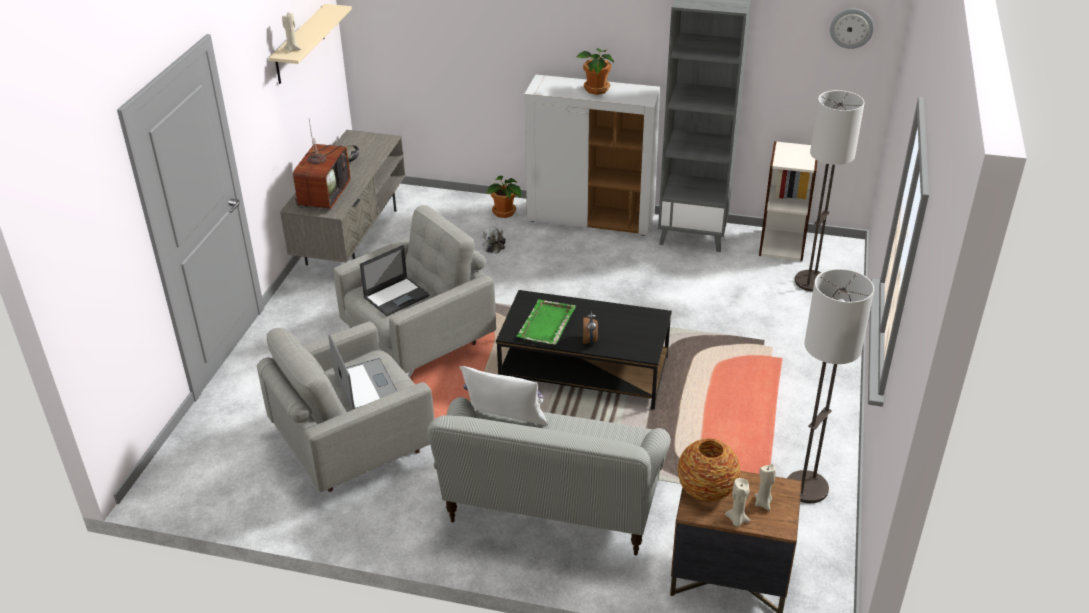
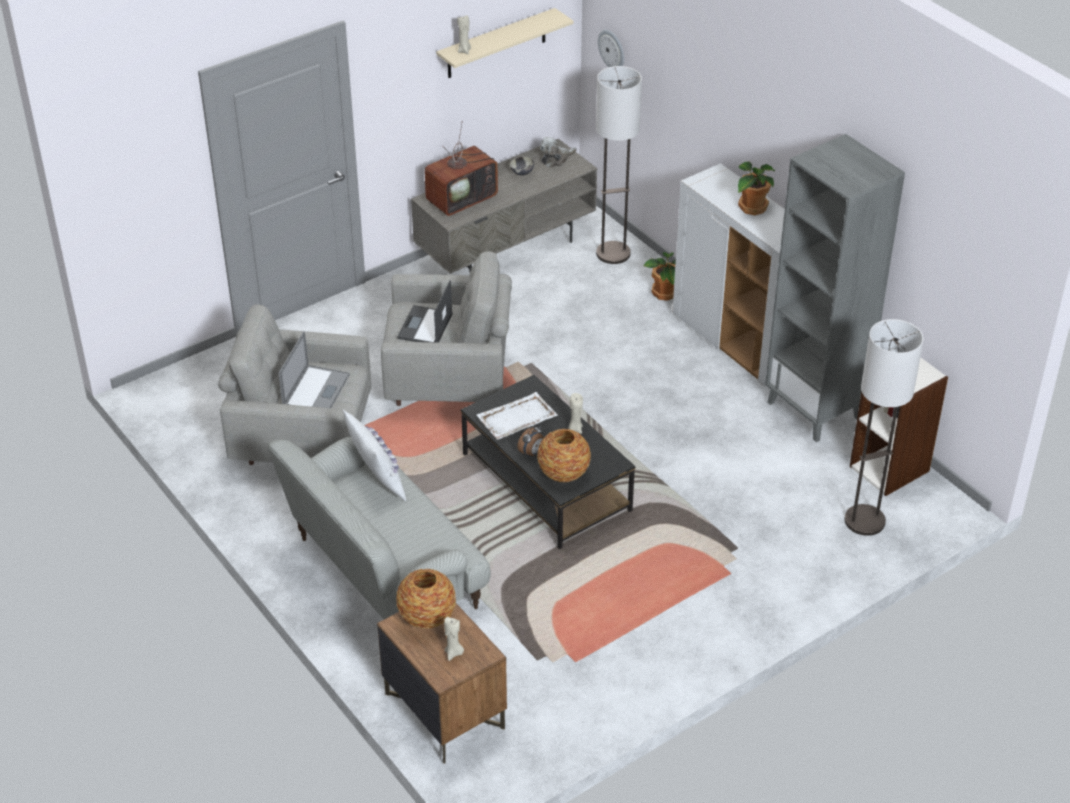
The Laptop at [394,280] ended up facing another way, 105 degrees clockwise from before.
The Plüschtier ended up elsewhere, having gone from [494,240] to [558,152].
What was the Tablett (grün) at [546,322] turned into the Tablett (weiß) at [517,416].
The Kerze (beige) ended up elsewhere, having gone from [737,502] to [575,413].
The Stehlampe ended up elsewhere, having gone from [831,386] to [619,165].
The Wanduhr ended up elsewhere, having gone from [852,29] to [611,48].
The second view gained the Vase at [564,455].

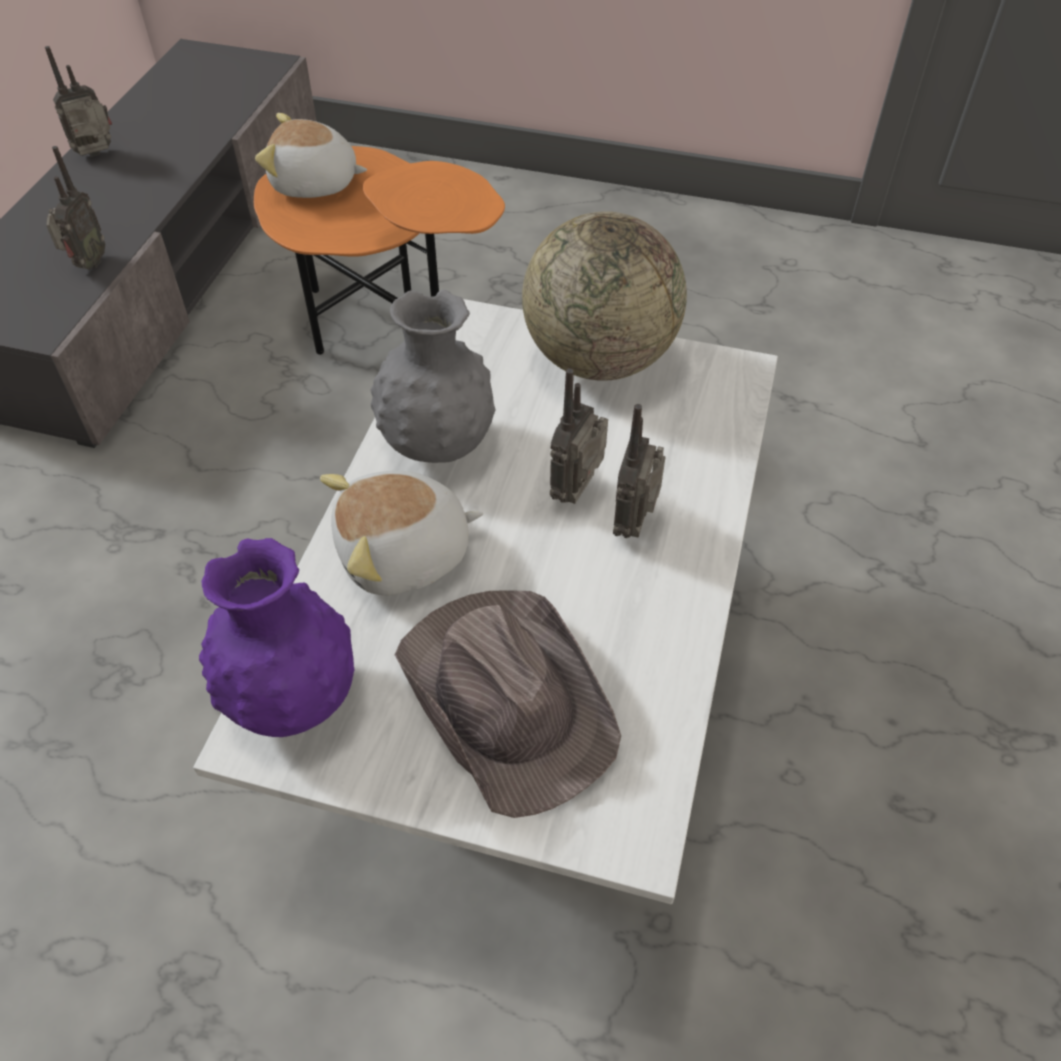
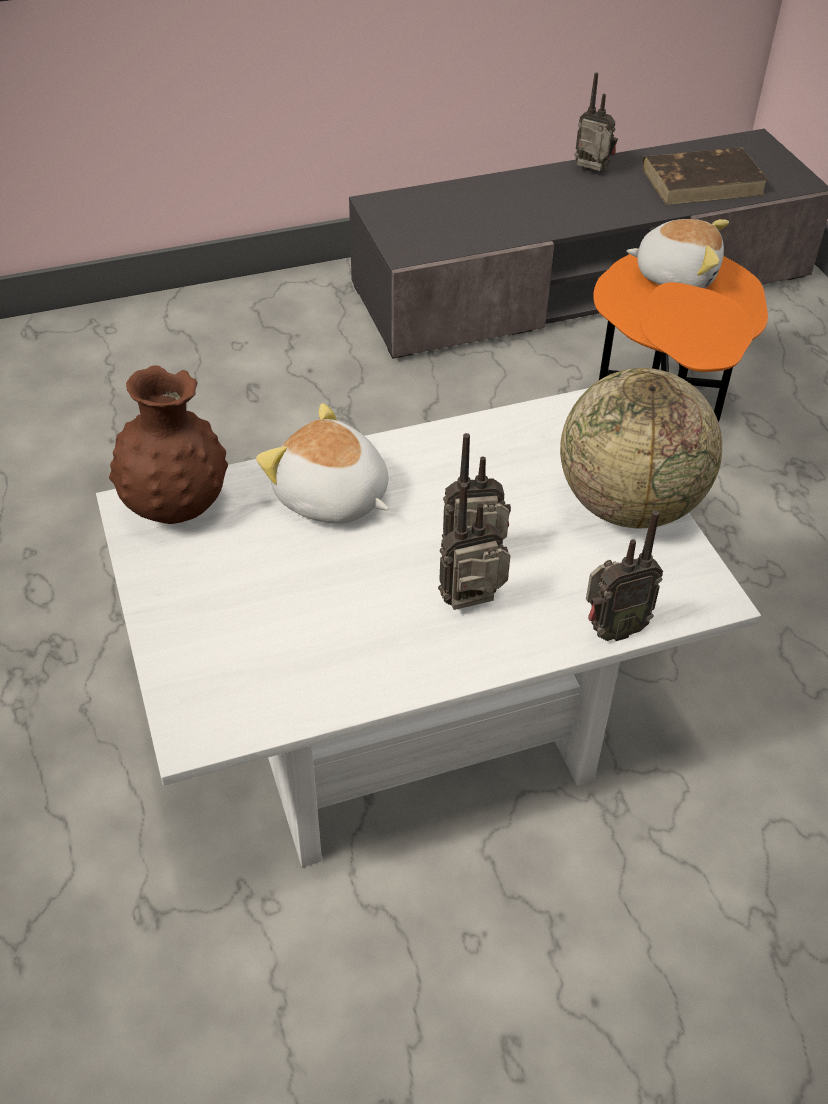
The Radio ended up elsewhere, having gone from [75,208] to [624,575].
What was the Vase (lila) at [277,637] turned into the Vase (braun) at [168,444].
The Plüschtier at [311,155] ended up facing another way, 135 degrees clockwise from before.
The second view lost the Vase (grau) at [432,376].
The second view lost the Hut (braun) at [508,704].
The second view gained the Buch (braun) at [705,176].

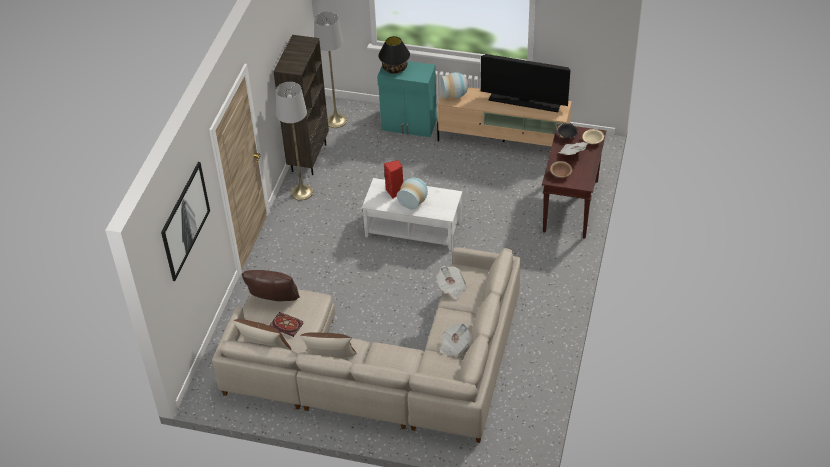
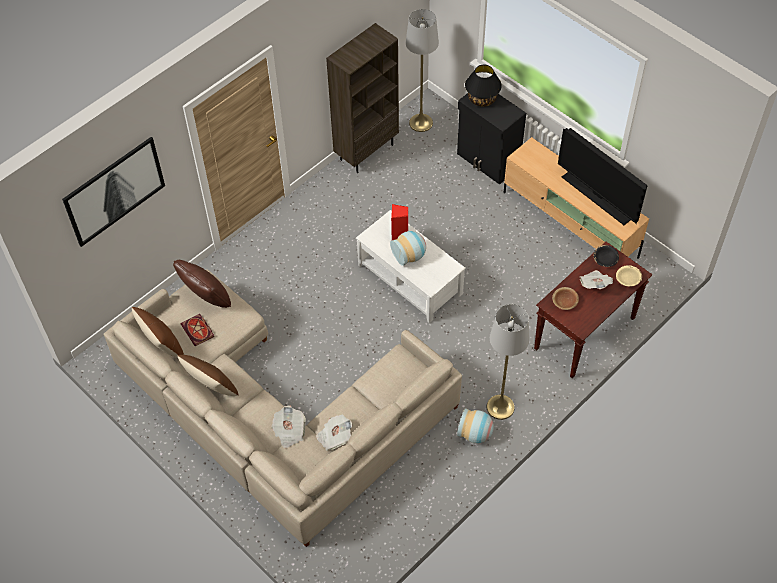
The Stehlampe (grau) ended up elsewhere, having gone from [294,141] to [508,362].
What was the Schrank (türkis) at [407,99] turned into the Schrank (schwarz) at [491,139].
The Zeitung ended up elsewhere, having gone from [451,282] to [288,427].
The Vase ended up elsewhere, having gone from [454,85] to [475,425].

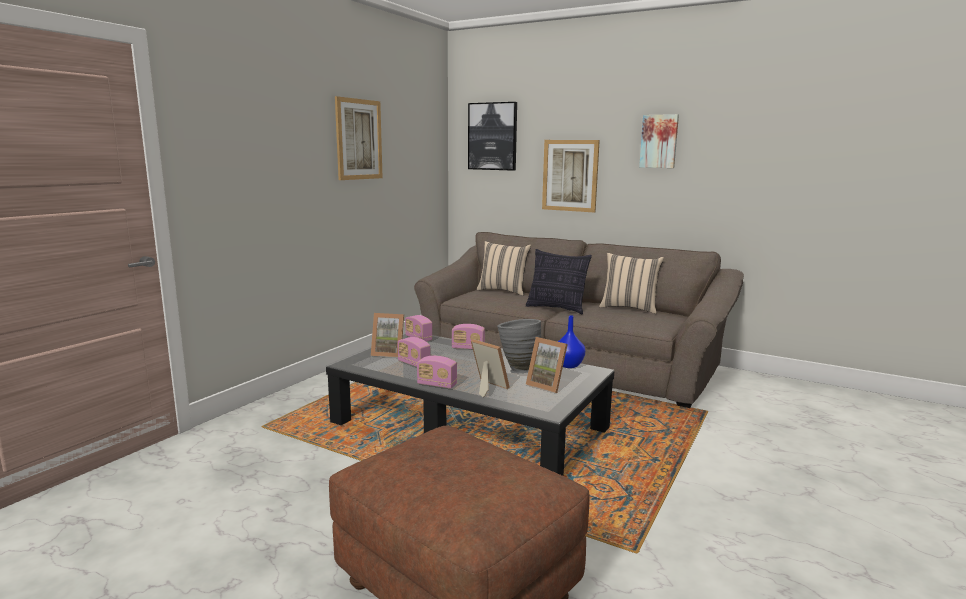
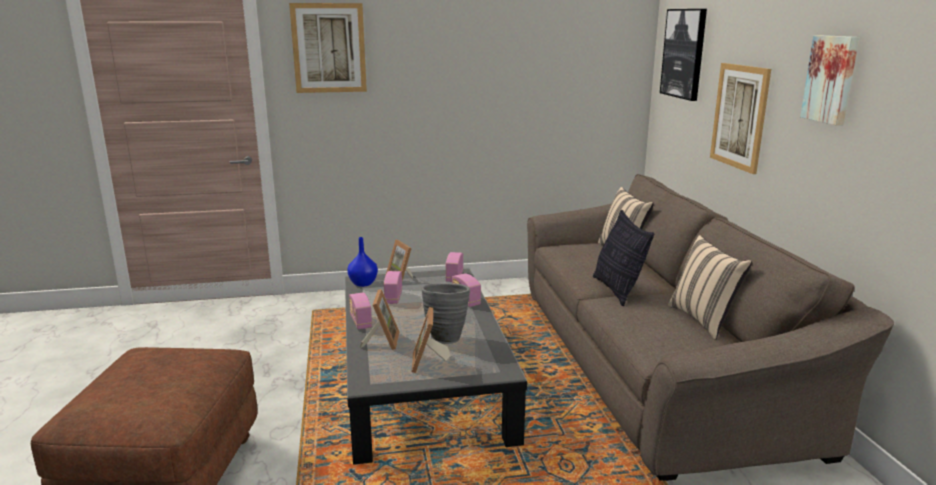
The Bild ended up elsewhere, having gone from [359,138] to [328,48].
The Vase (blau) ended up elsewhere, having gone from [571,341] to [362,262].

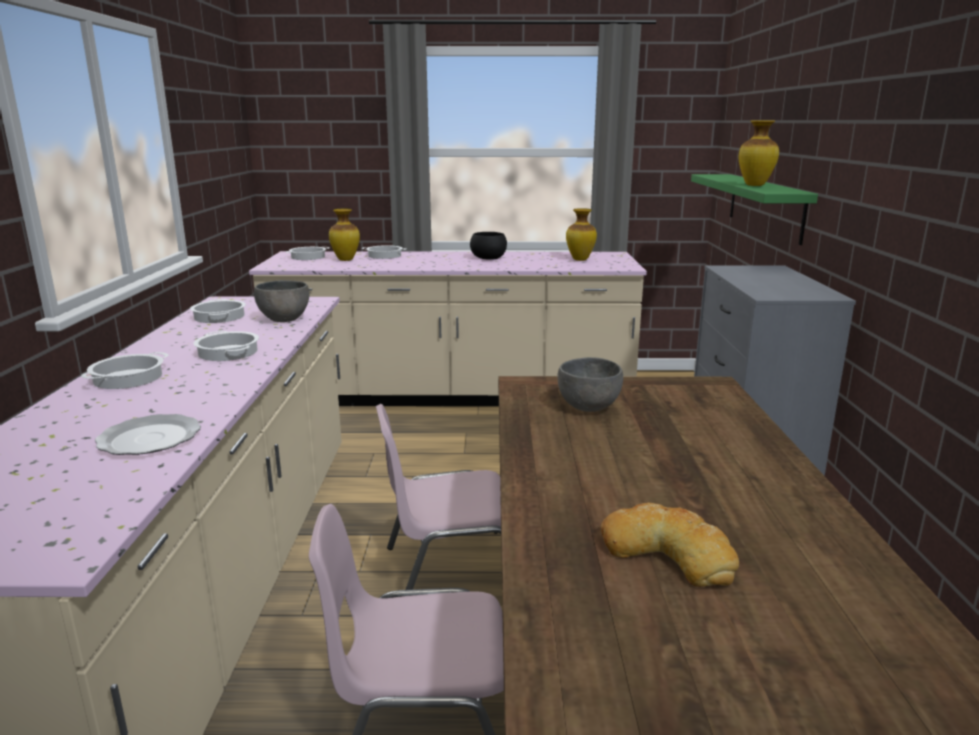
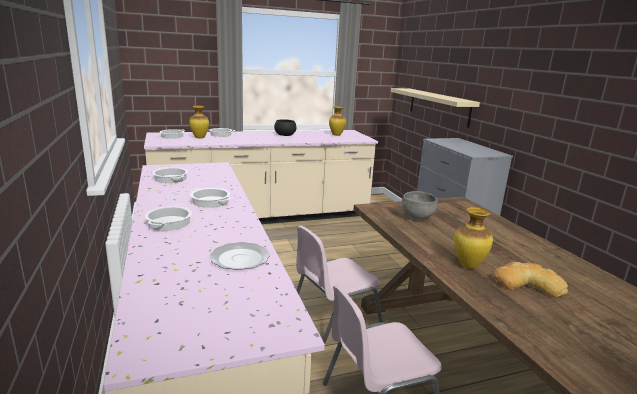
The second view lost the Schüssel (grau) at [282,301].
What was the Wandregal (grün) at [754,209] turned into the Wandregal (beige) at [435,108].
The Vase ended up elsewhere, having gone from [759,153] to [473,238].

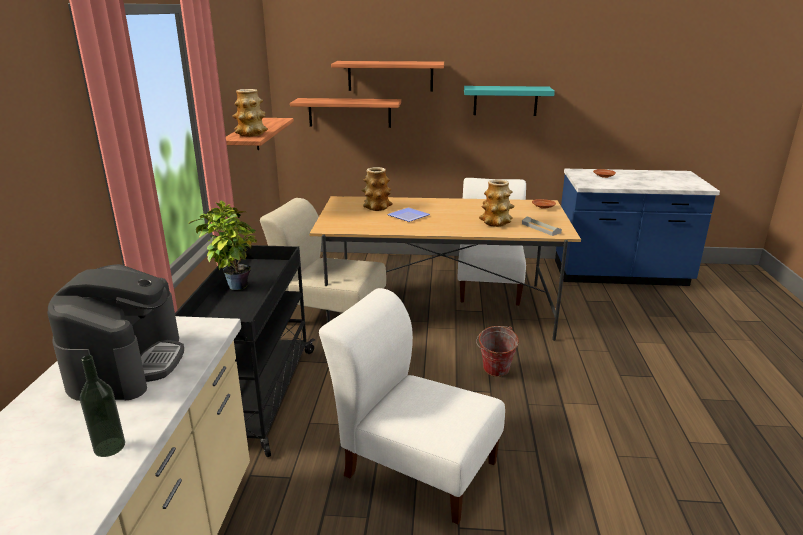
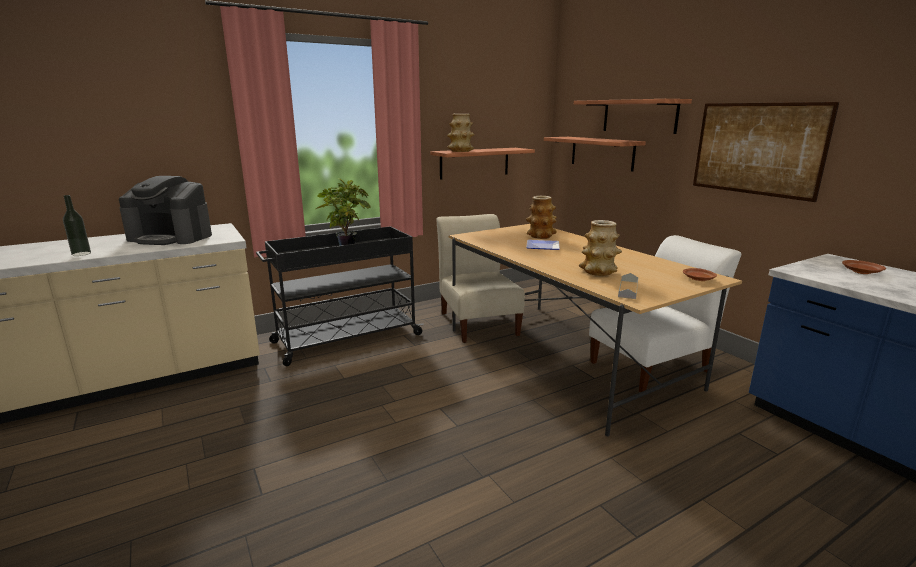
The Kaffeemaschine at [116,332] ended up facing another way, 45 degrees clockwise from before.
The second view lost the Stuhl (weiß) at [412,406].
Where the Wandregal (türkis) hung at [509,101], the Bild came to hang at [766,152].
The second view lost the Eimer at [497,351].

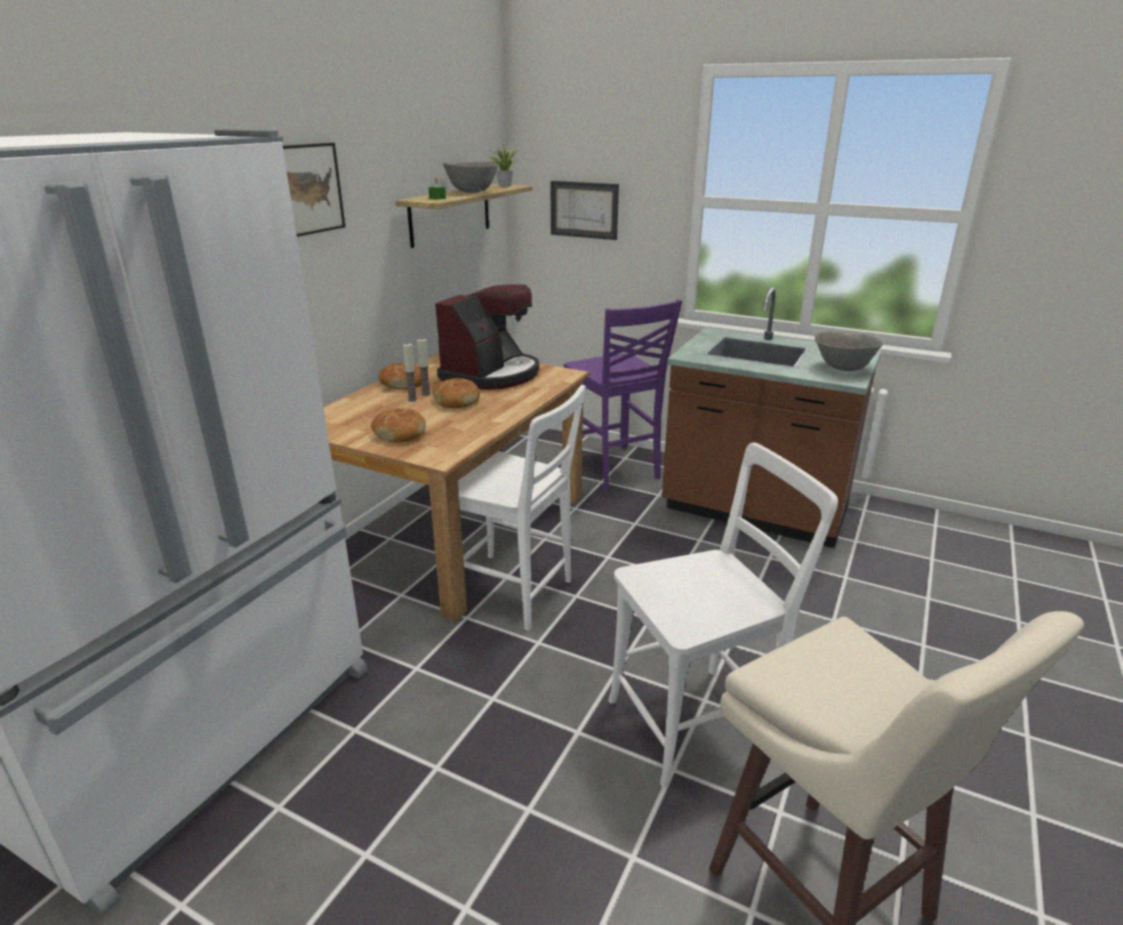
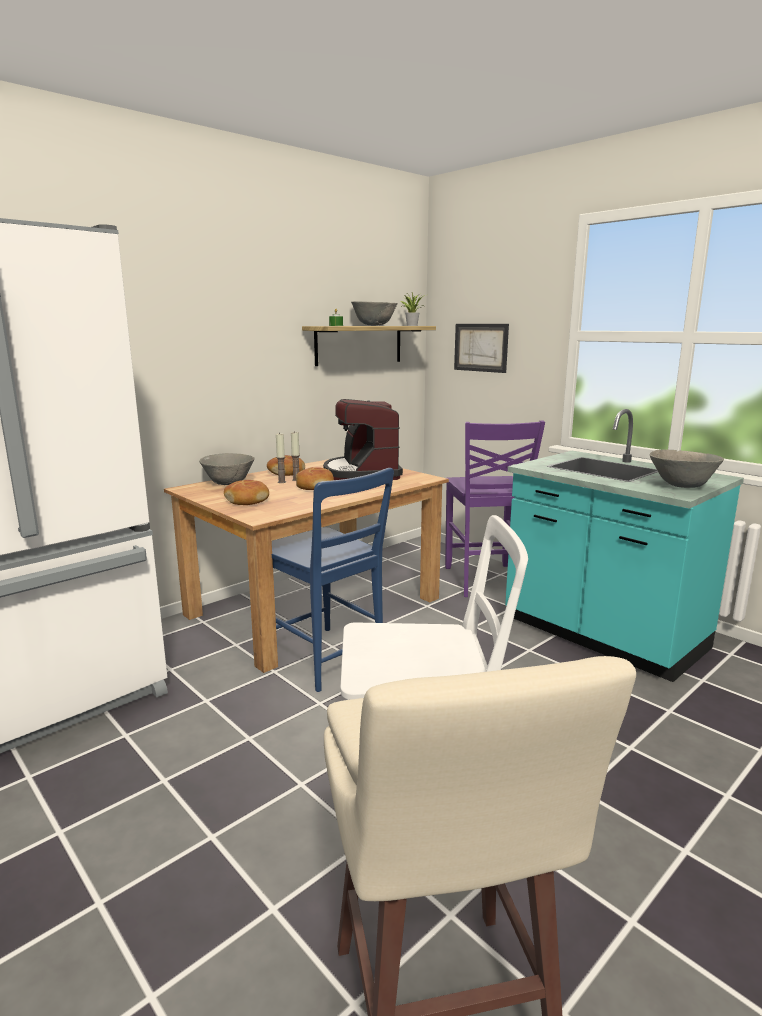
The second view lost the Bild at [314,190].
The Kaffeemaschine at [487,337] ended up facing another way, 120 degrees clockwise from before.
What was the Stuhl (weiß) at [522,508] turned into the Stuhl (blau) at [333,580].
What was the Küchenzeile (braun) at [771,417] turned into the Küchenzeile (türkis) at [624,545].
The second view gained the Schüssel (grau) at [227,469].

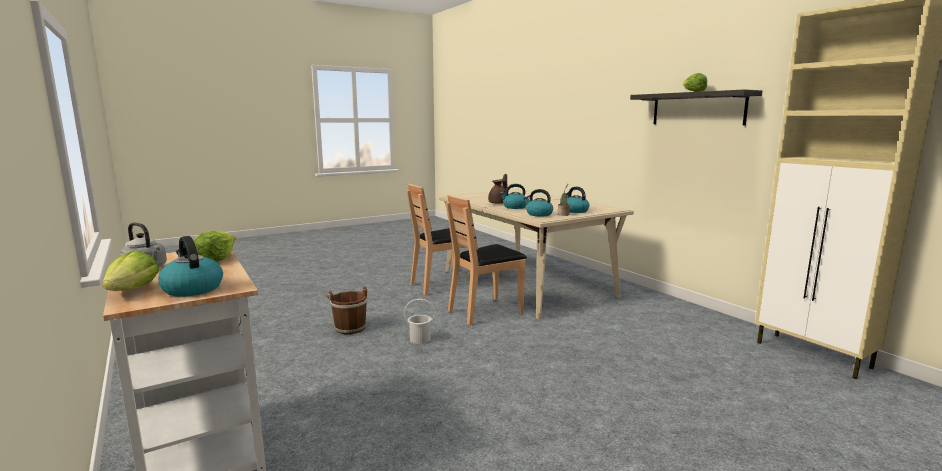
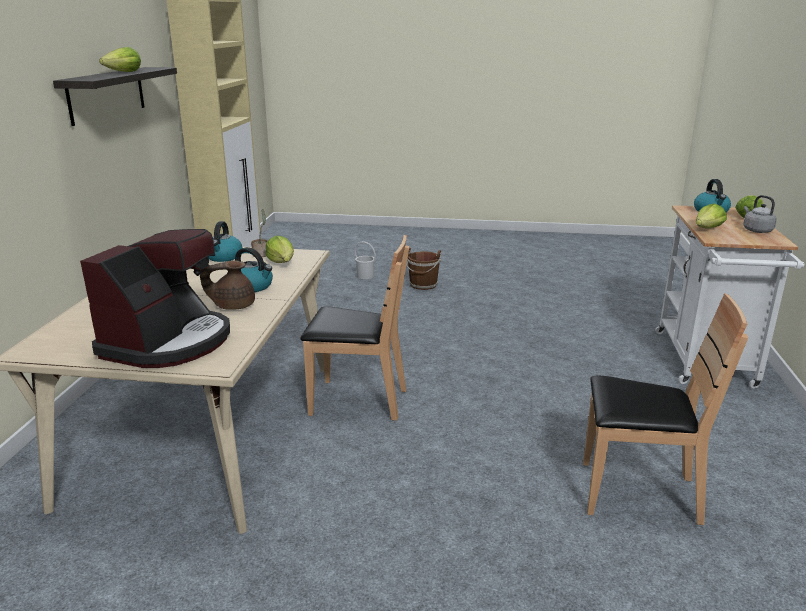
The Eimer (braun) ended up elsewhere, having gone from [347,310] to [423,269].
The Eimer (weiß) ended up elsewhere, having gone from [419,321] to [365,260].
The Stuhl (braun) ended up elsewhere, having gone from [439,239] to [665,409].
Where the Wasserkessel stood at [538,203], the Salatkopf came to stand at [280,249].
The second view gained the Kaffeemaschine at [155,298].

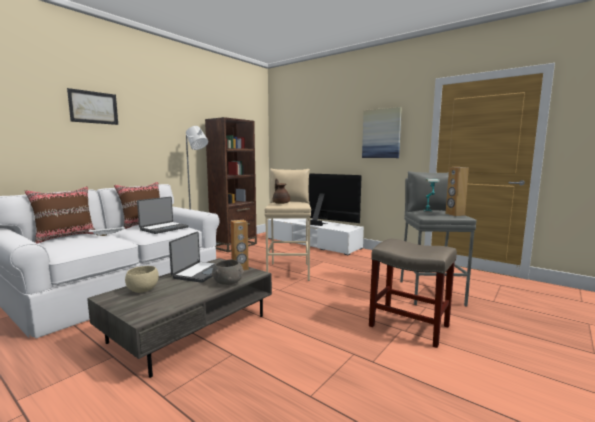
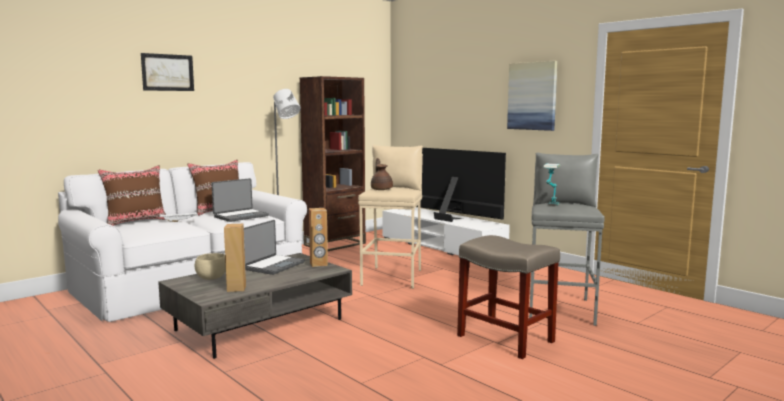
The second view lost the Schüssel (grau) at [227,272].
The Lautsprecher (braun) ended up elsewhere, having gone from [457,191] to [235,258].

